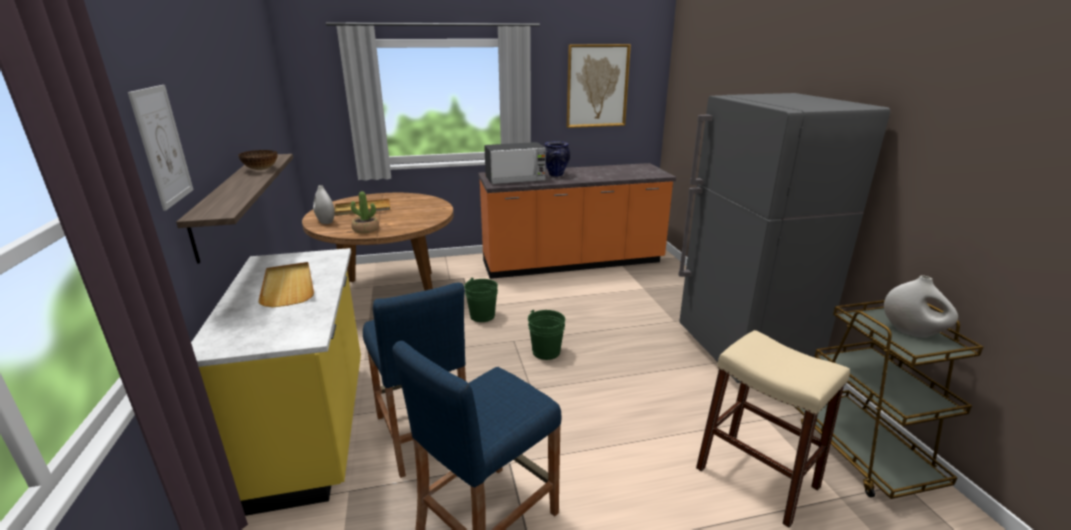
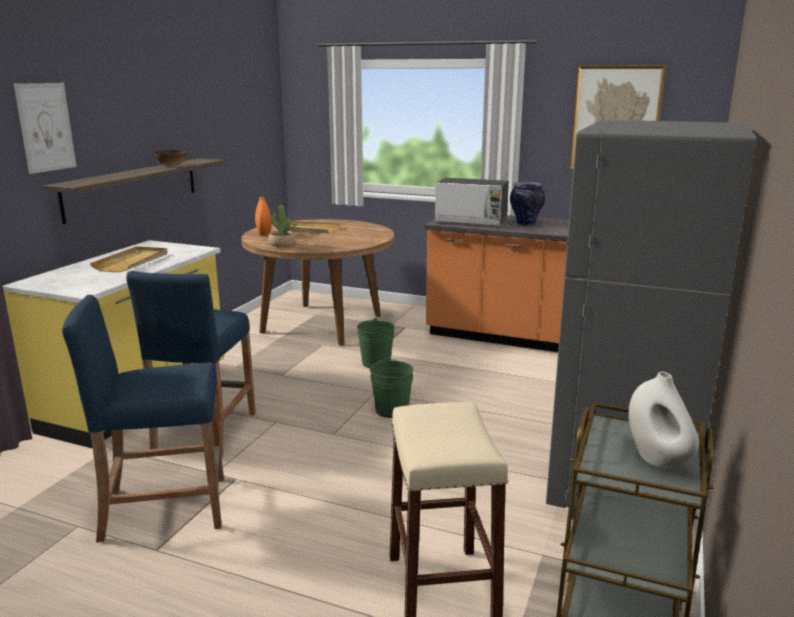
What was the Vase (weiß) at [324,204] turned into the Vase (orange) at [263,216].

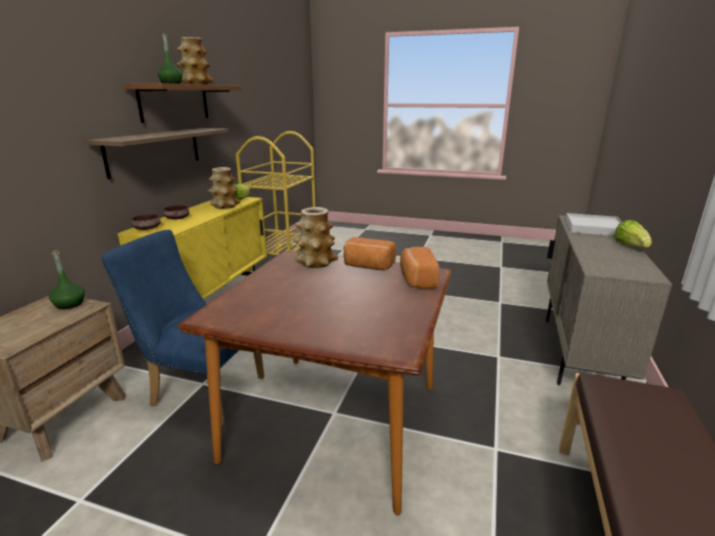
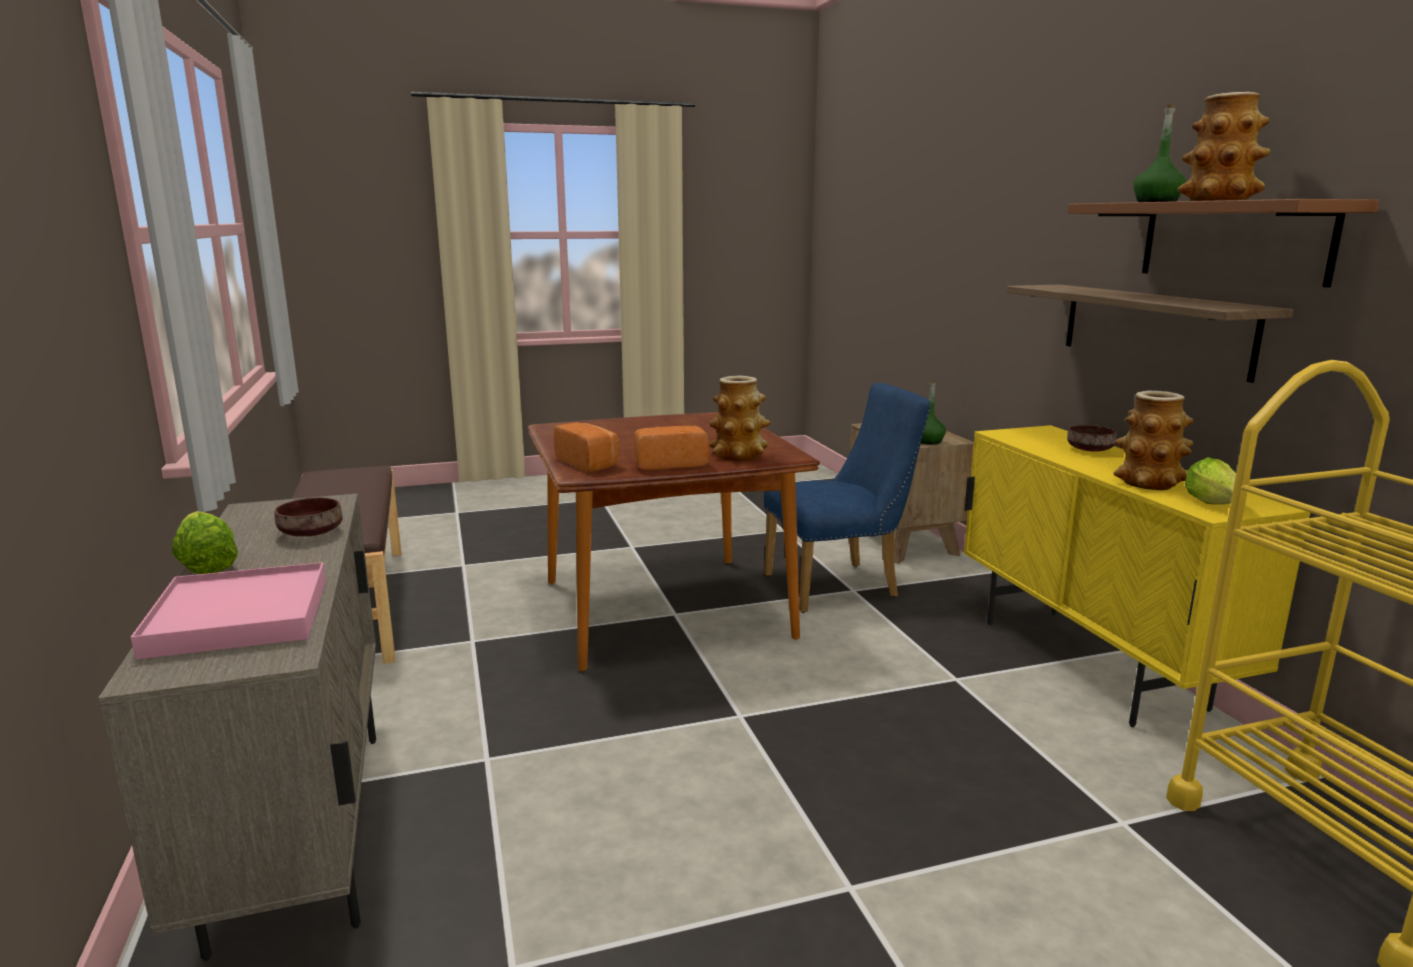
The Schüssel (braun) ended up elsewhere, having gone from [146,222] to [308,517].
What was the Tablett (weiß) at [594,224] turned into the Tablett (rosa) at [228,611].

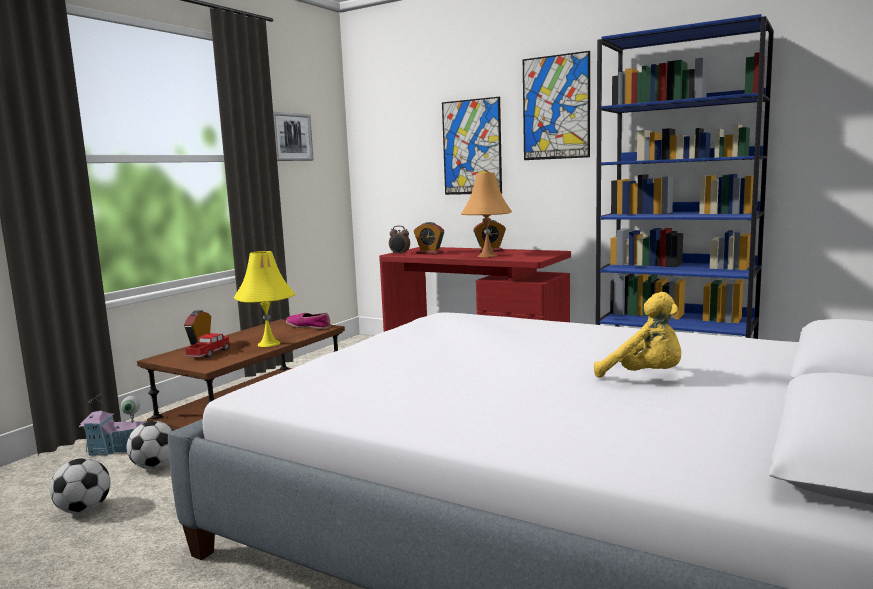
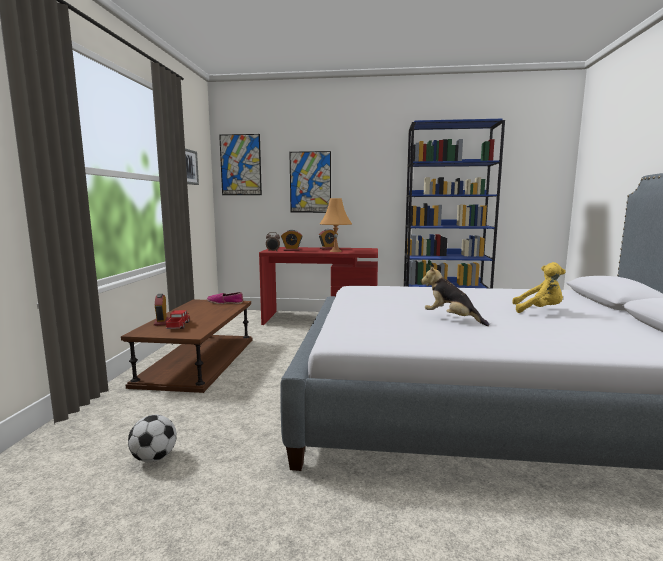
The second view lost the Spielzeughaus at [112,425].
The second view lost the Fußball at [150,445].
The second view lost the Tischlampe (gelb) at [265,299].
The Bild ended up elsewhere, having gone from [556,105] to [240,164].
The second view gained the Plüschtier at [454,295].

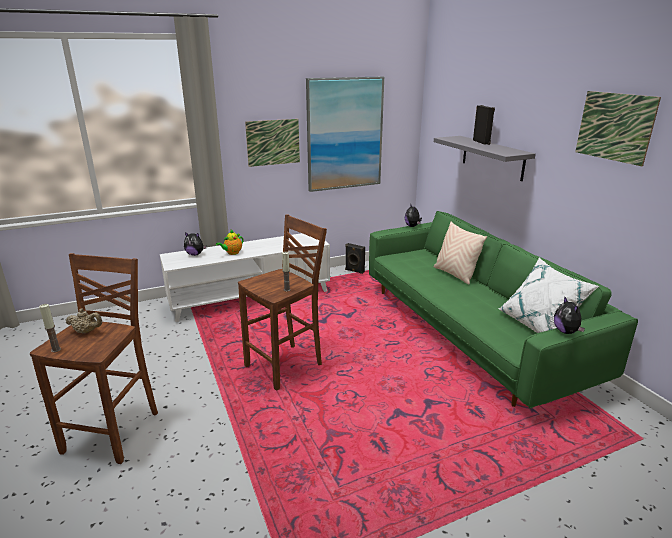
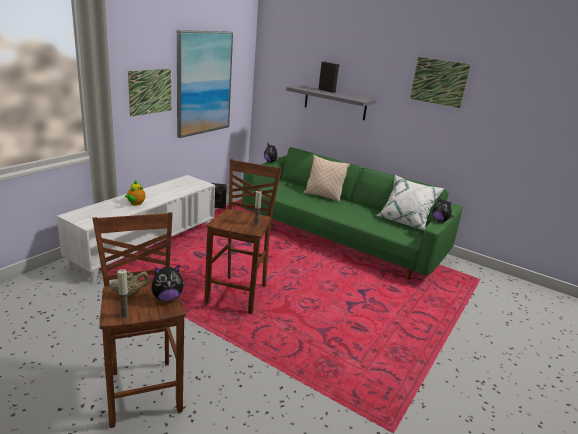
The Plüschtier ended up elsewhere, having gone from [195,244] to [167,283].

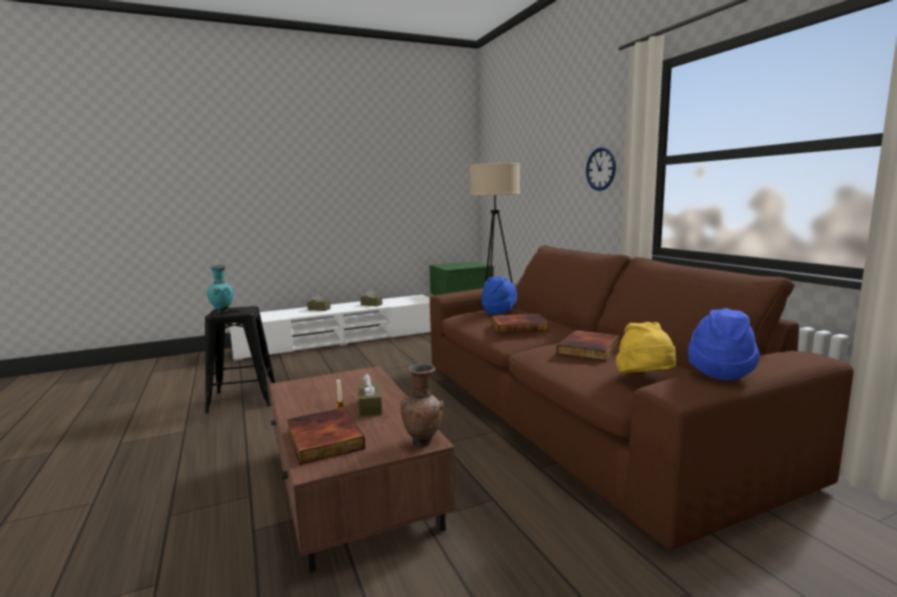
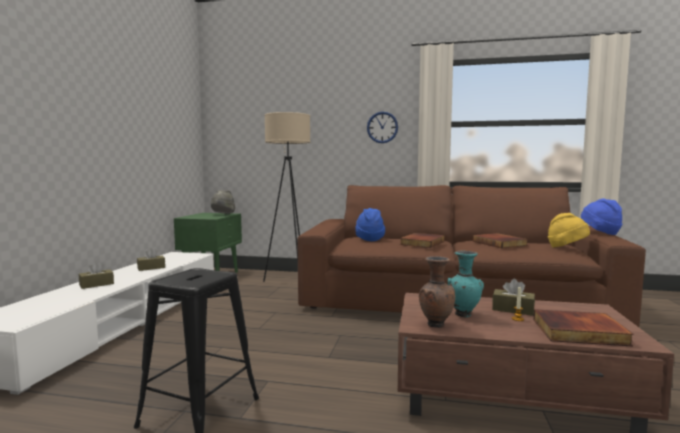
The Vase (türkis) ended up elsewhere, having gone from [220,289] to [465,284].
The Vase (braun) ended up elsewhere, having gone from [422,405] to [437,292].
The second view gained the Hut (grau) at [223,202].

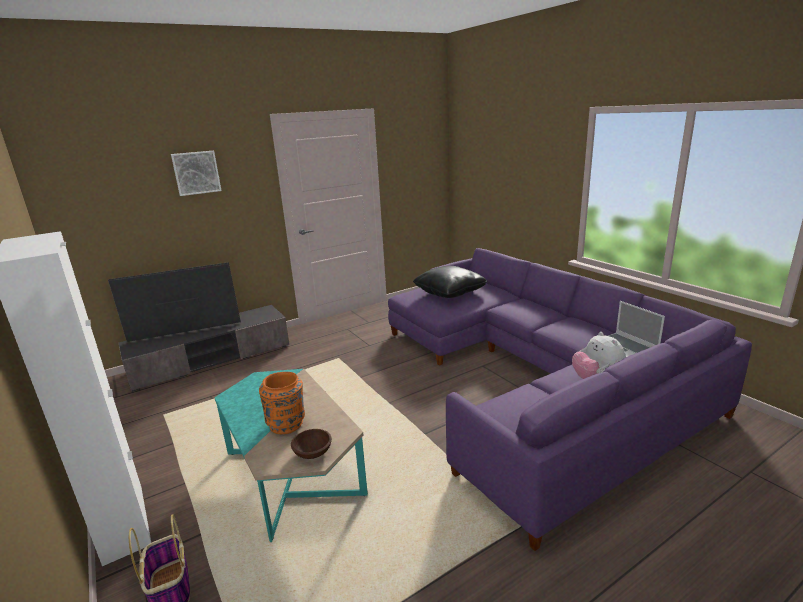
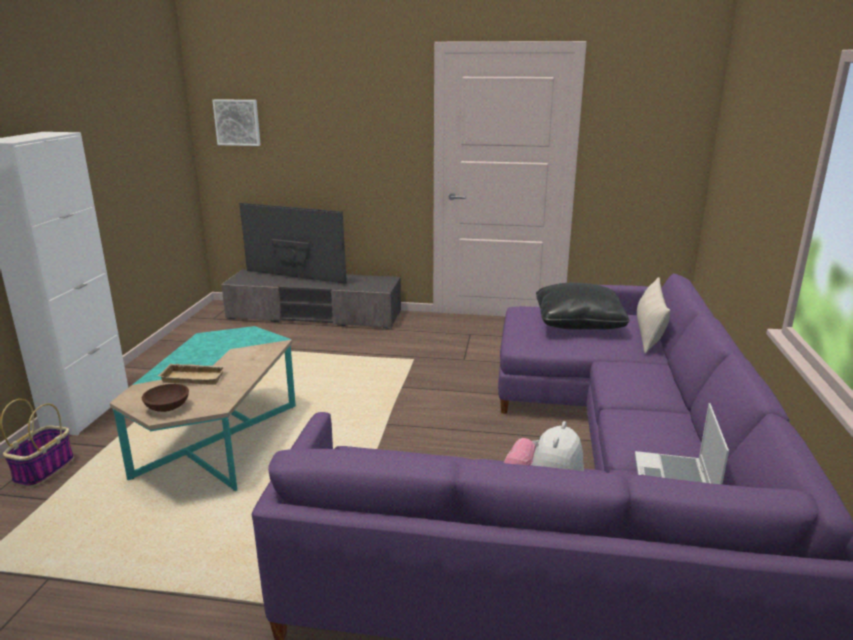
The Bild ended up elsewhere, having gone from [196,173] to [236,122].
Where the Vase (orange) stood at [282,403], the Tablett (beige) came to stand at [192,374].
The second view gained the Kissen (beige) at [653,315].

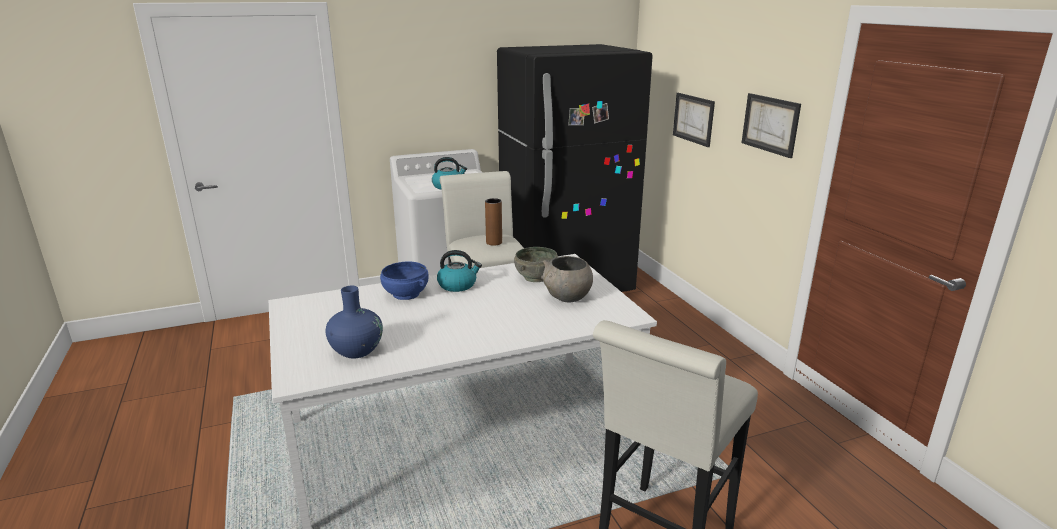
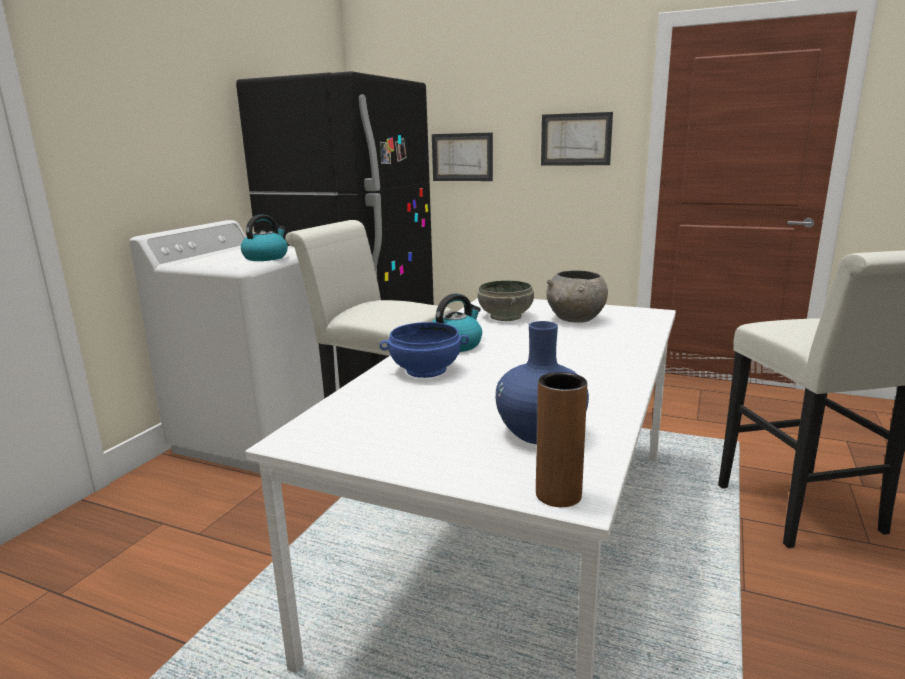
The Vase (braun) ended up elsewhere, having gone from [493,222] to [561,439].

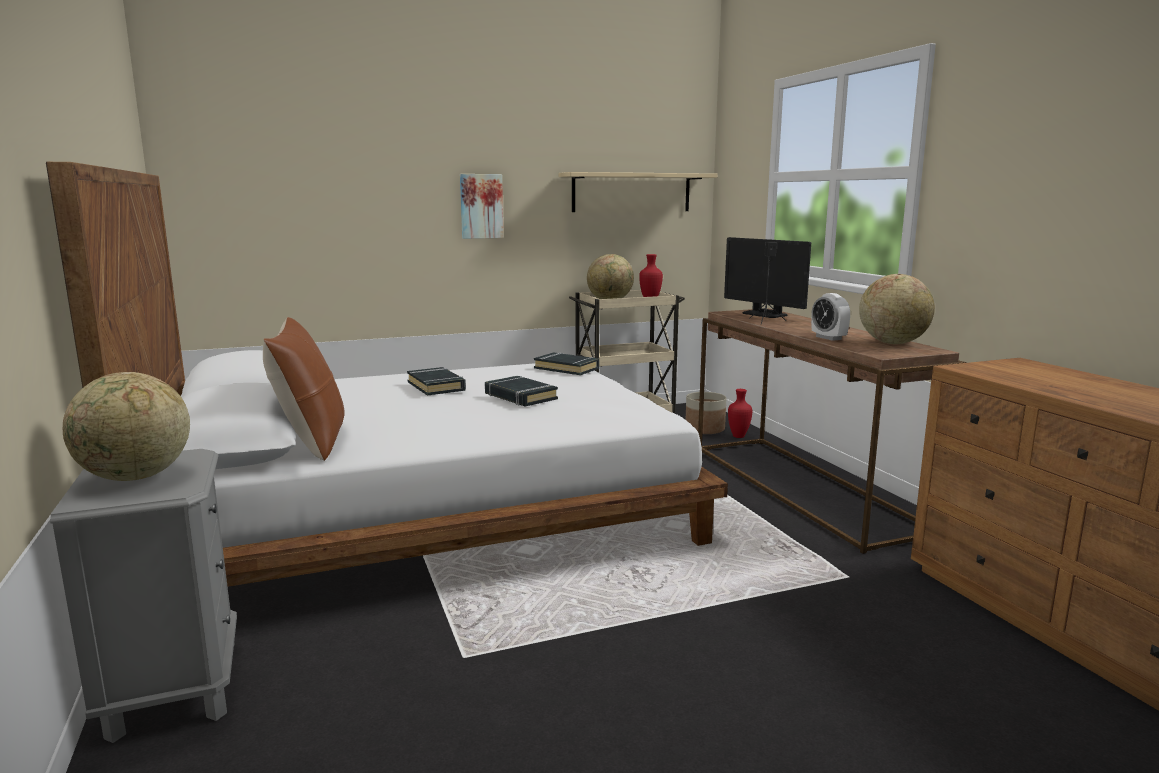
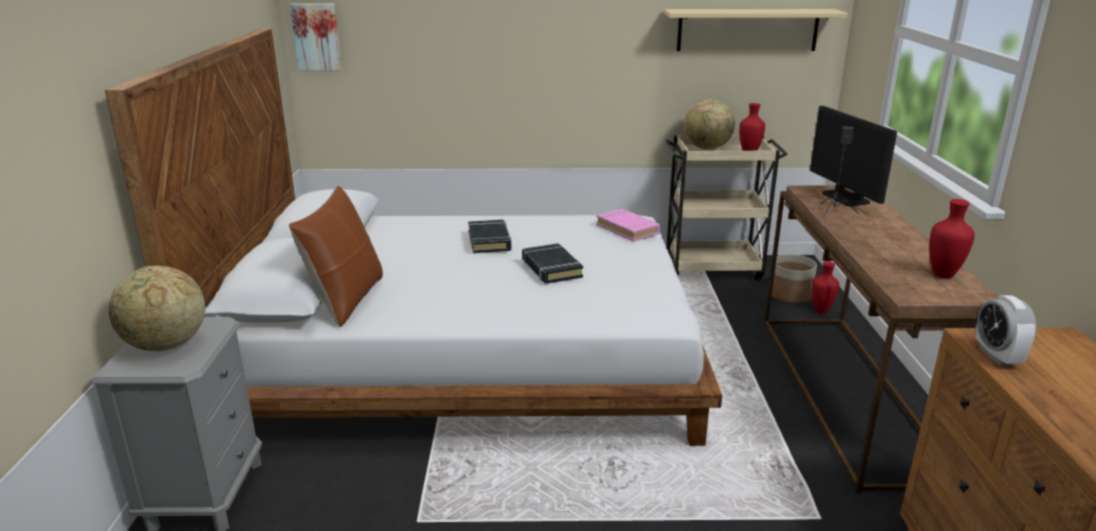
The Bild ended up elsewhere, having gone from [482,206] to [316,37].
What was the Buch (schwarz) at [566,363] turned into the Buch (rosa) at [628,225].
The Wecker ended up elsewhere, having gone from [830,317] to [1006,330].
Where the Globus stood at [897,309], the Vase (rot) came to stand at [952,239].

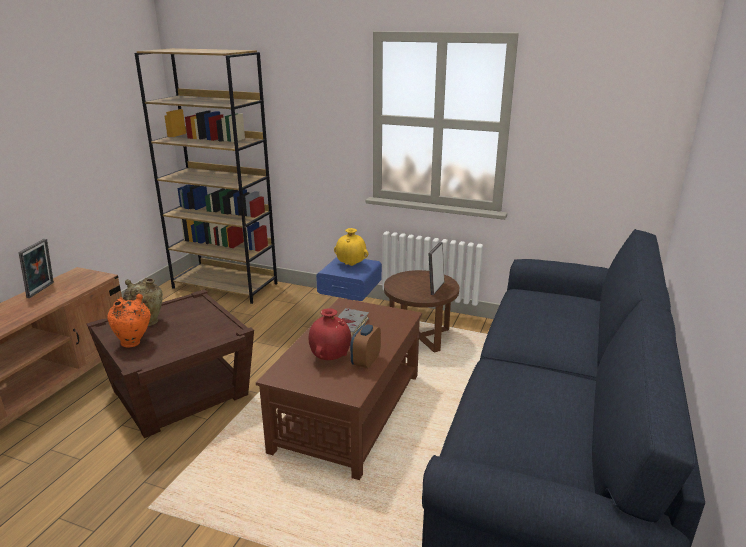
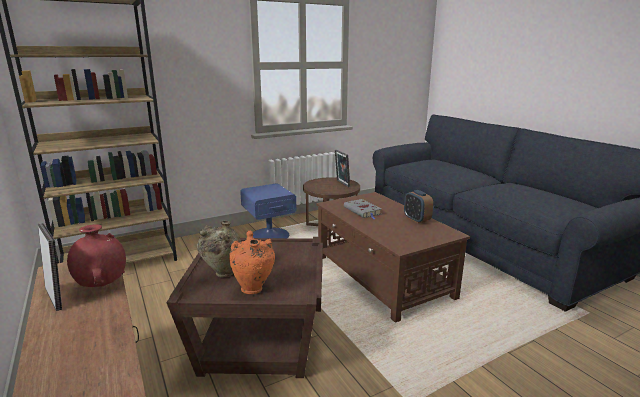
The Vase (rot) ended up elsewhere, having gone from [330,334] to [96,255].
The second view lost the Vase (gelb) at [351,247].

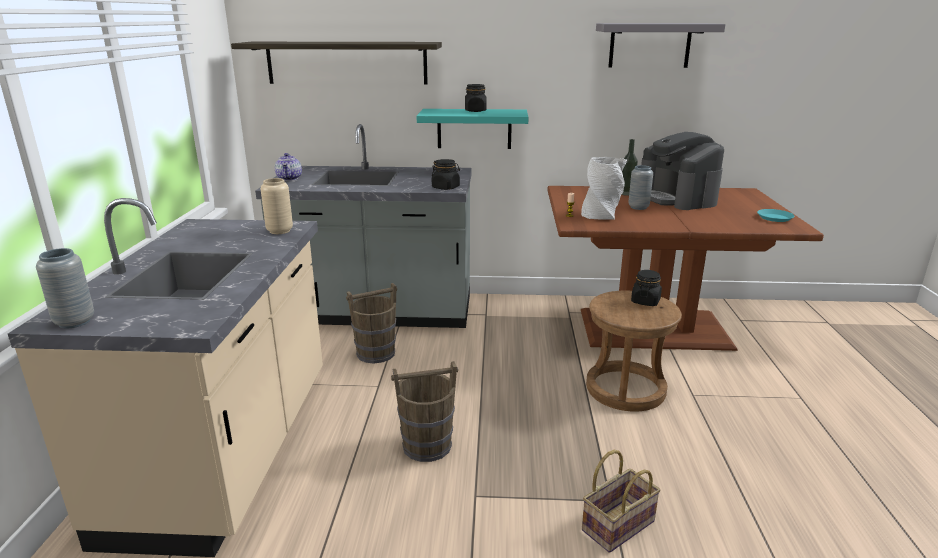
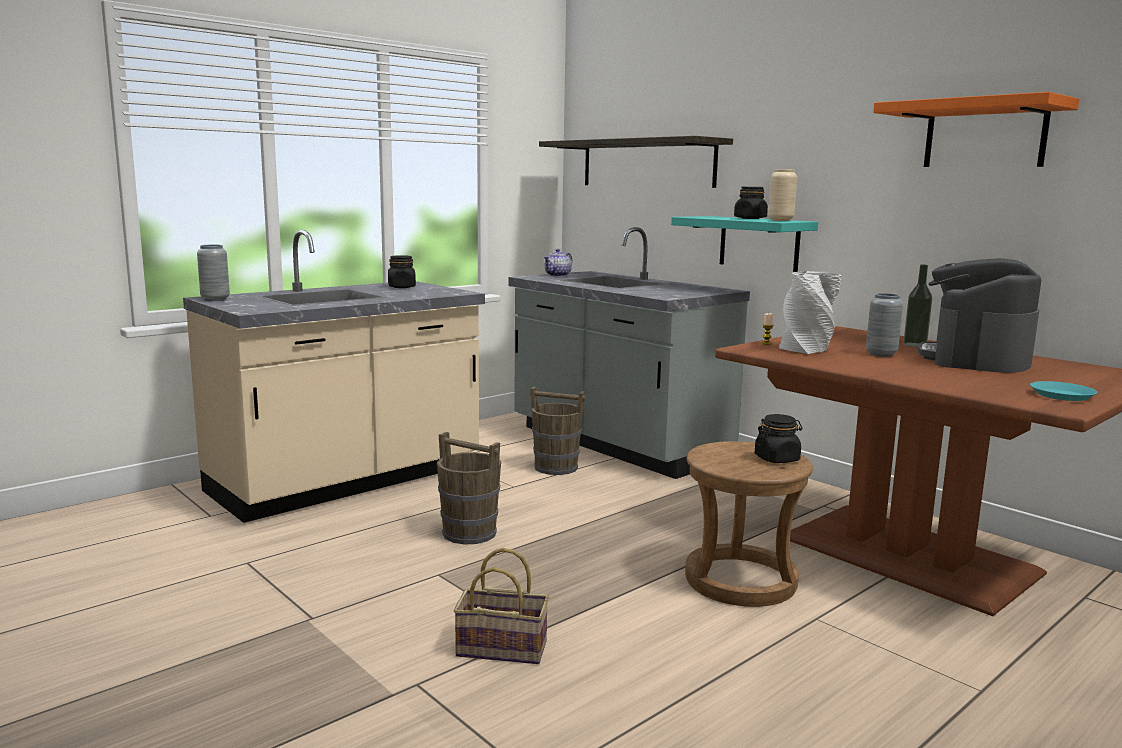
The Vase (beige) ended up elsewhere, having gone from [277,206] to [782,195].
The Vorratsglas (schwarz) ended up elsewhere, having gone from [446,174] to [402,271].
What was the Wandregal (grau) at [660,45] turned into the Wandregal (orange) at [976,129].

